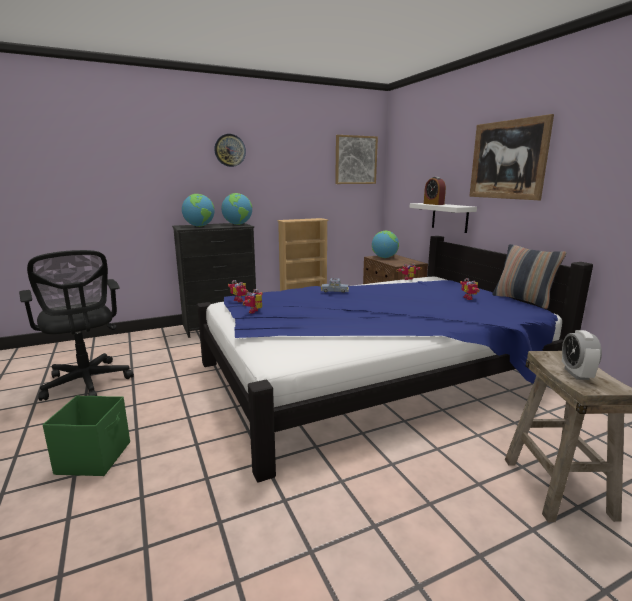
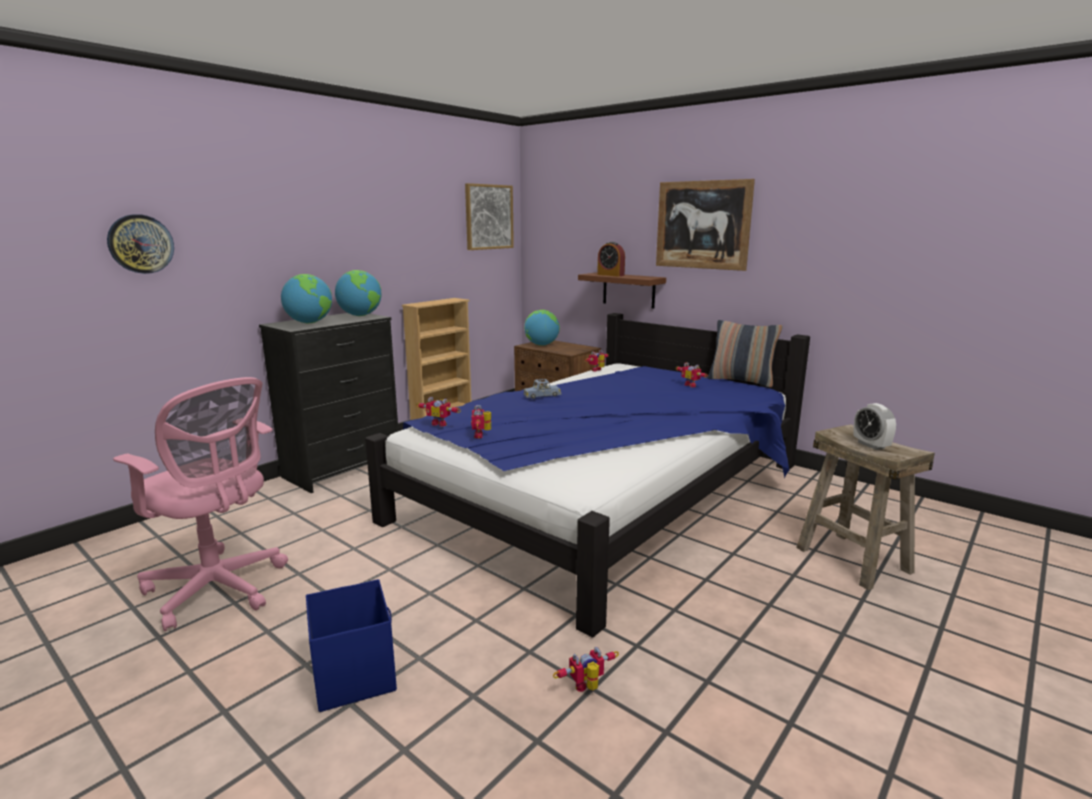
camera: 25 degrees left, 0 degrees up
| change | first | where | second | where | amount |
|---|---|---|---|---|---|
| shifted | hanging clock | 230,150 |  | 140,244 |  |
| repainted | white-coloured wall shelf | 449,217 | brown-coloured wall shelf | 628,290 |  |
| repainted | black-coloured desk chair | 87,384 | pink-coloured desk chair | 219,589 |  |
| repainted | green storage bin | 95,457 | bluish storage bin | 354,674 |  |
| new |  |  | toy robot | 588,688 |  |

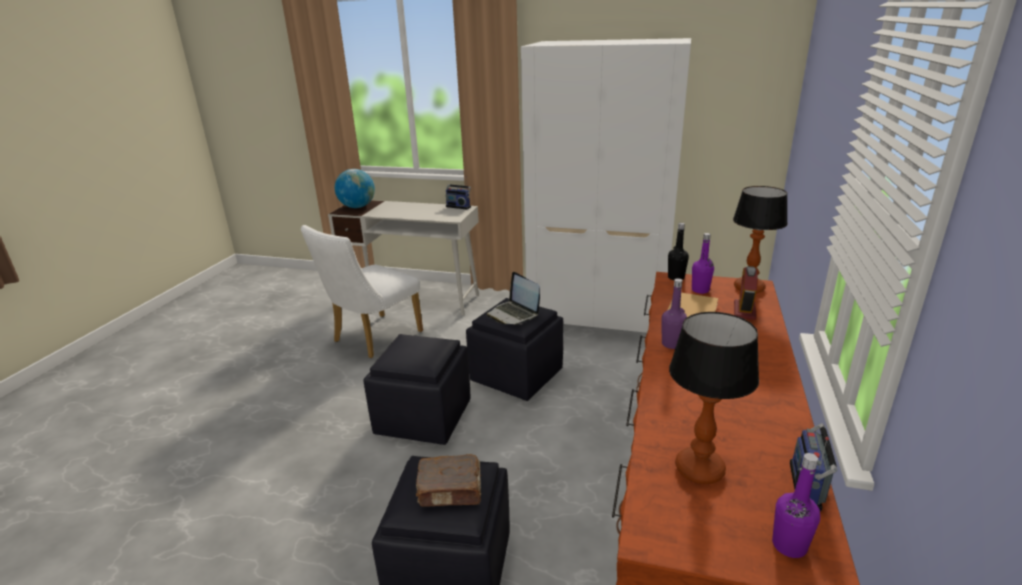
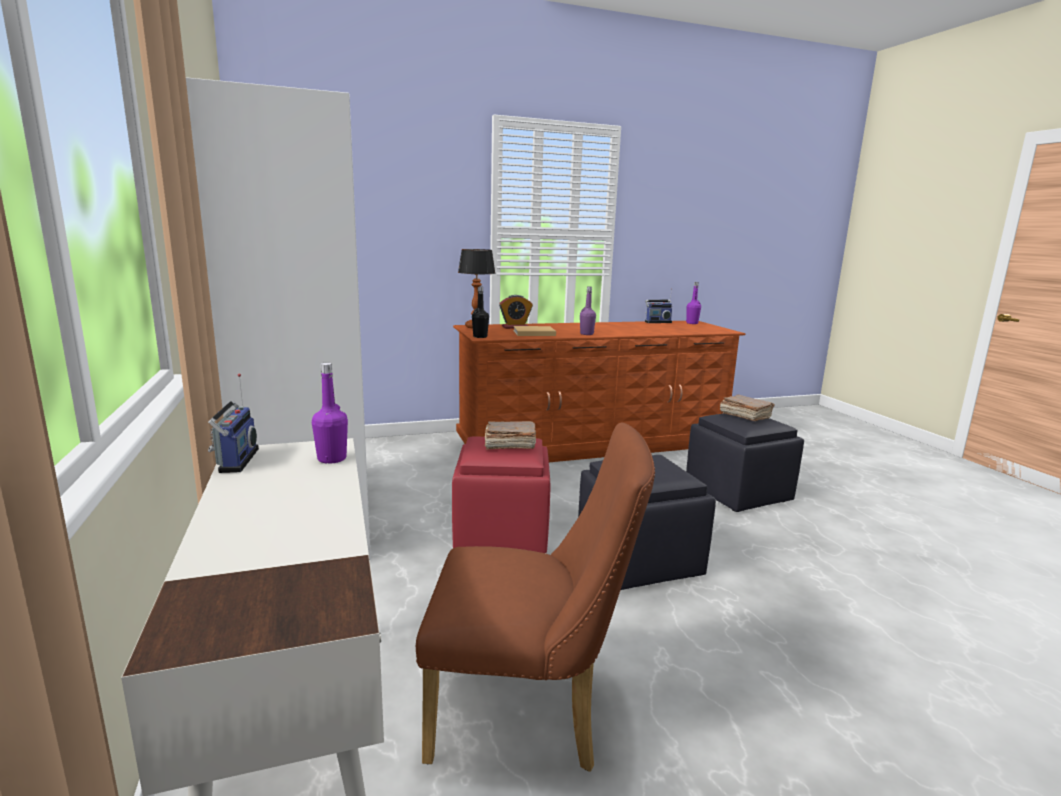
camera: 125 degrees left, 10 degrees down
| change | first | where | second | where | amount |
|---|---|---|---|---|---|
| gone | desk globe | 357,207 |  |  |  |
| repainted | white-coloured plain chair | 372,339 | brown-coloured plain chair | 530,713 |  |
| shifted | purple bottle | 700,290 |  | 332,459 |  |
| swapped | notebook computer | 513,314 | brown-coloured volume | 509,445 |  |
| repainted | black-coloured ottoman | 518,375 | reddish ottoman | 500,532 |  |
| gone | tabletop lamp | 700,470 |  |  |  |

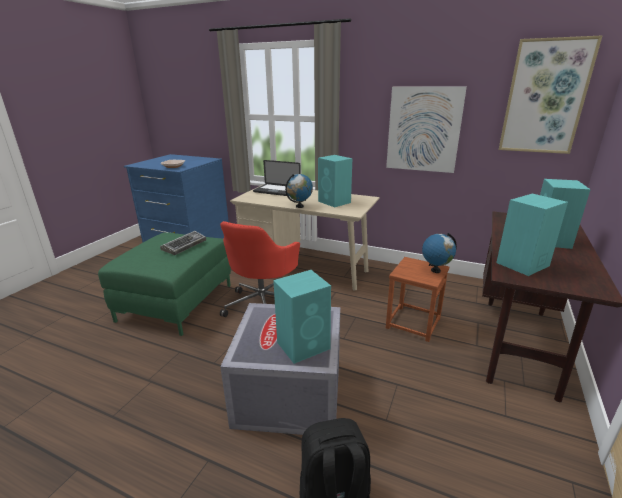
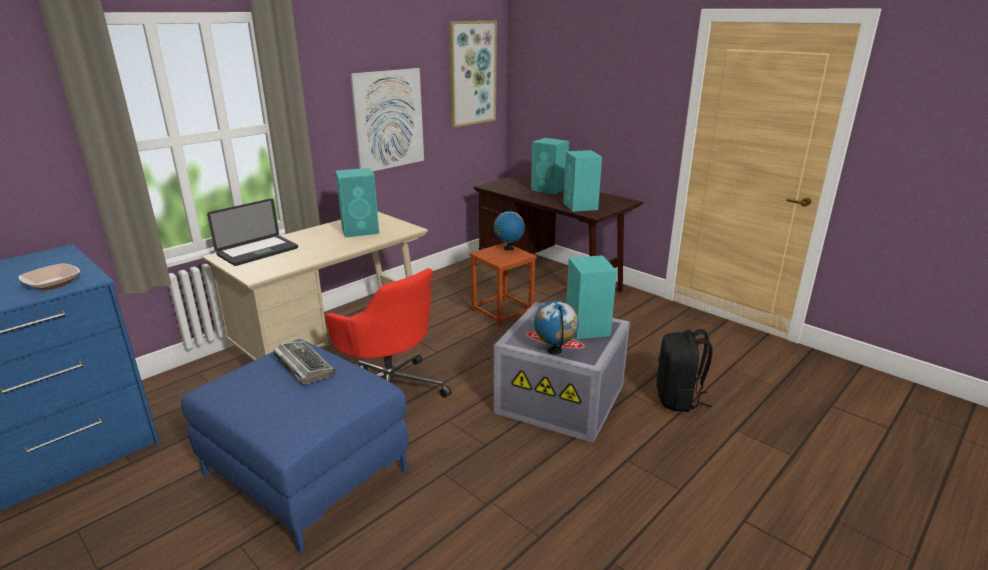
camera: 70 degrees left, 0 degrees up
| change | first | where | second | where | amount |
|---|---|---|---|---|---|
| shifted | desk globe | 299,206 |  | 555,351 |  |
| repainted | green ottoman | 176,302 | bluish ottoman | 304,472 |  |

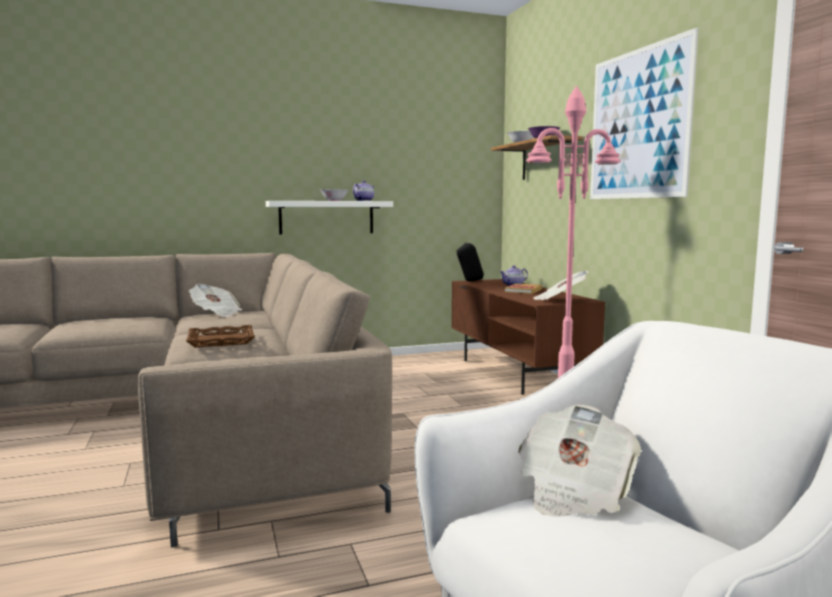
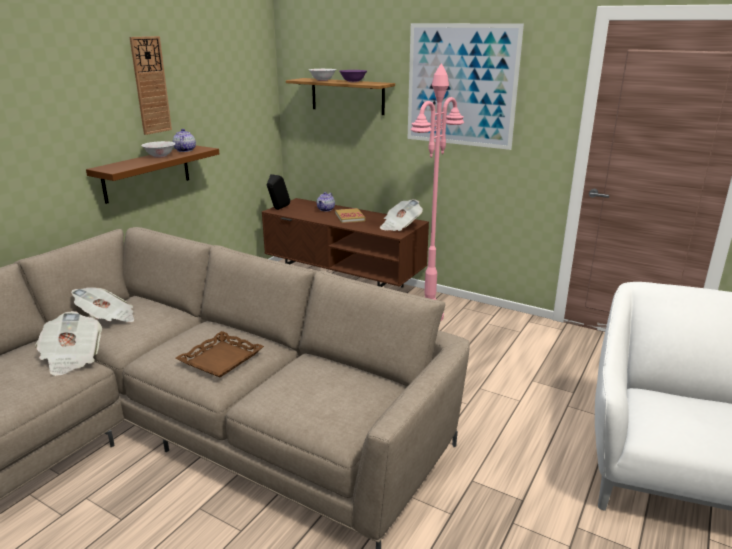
camera: 40 degrees left, 15 degrees up
| change | first | where | second | where | amount |
|---|---|---|---|---|---|
| repainted | white-coloured wall shelf | 326,217 | brown-coloured wall shelf | 147,173 |  |
| shifted | daily paper | 573,491 |  | 72,358 |  |
| new |  |  | hanging clock | 150,85 |  |

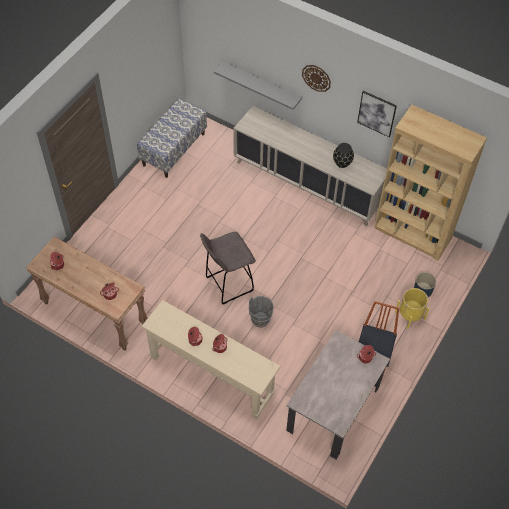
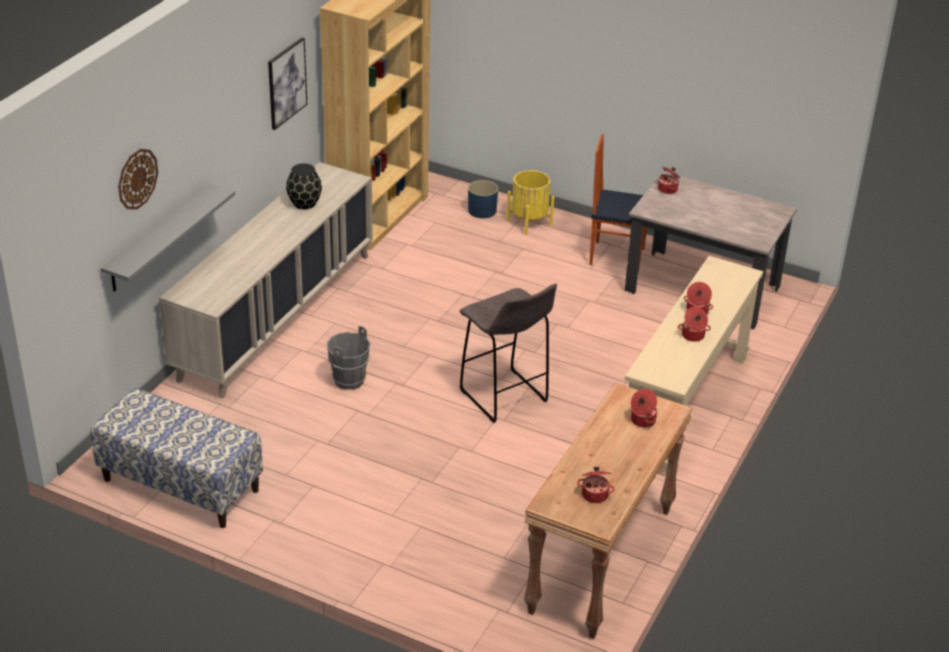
camera: 95 degrees left, 20 degrees down
| change | first | where | second | where | amount |
|---|---|---|---|---|---|
| shifted | hanging clock | 316,78 |  | 137,179 |  |
| shifted | grey pail | 260,319 |  | 349,380 |  |

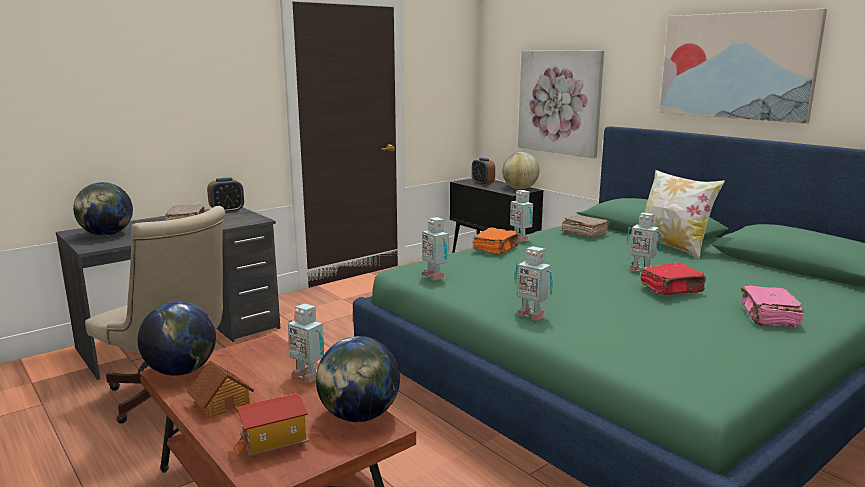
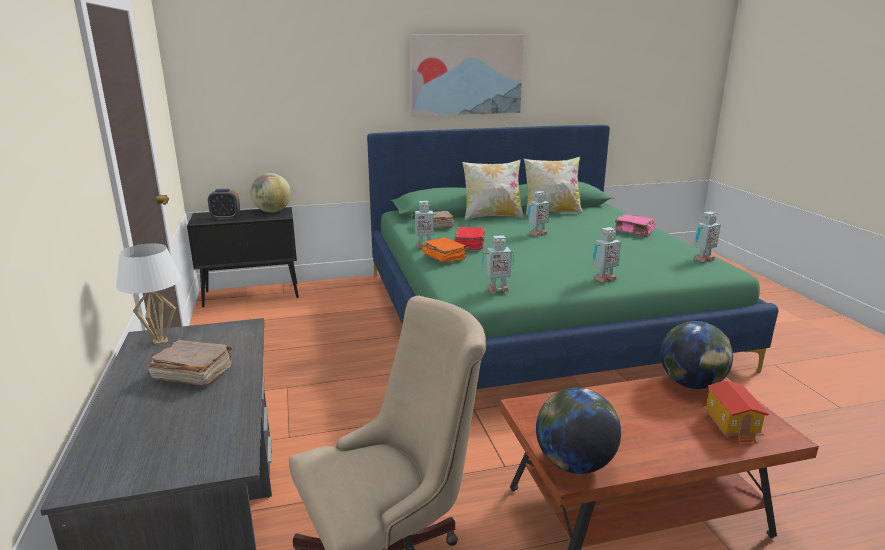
camera: 65 degrees left, 5 degrees up
| change | first | where | second | where | amount |
|---|---|---|---|---|---|
| gone | wall art | 559,102 |  |  |  |
| swapped | alarm clock | 227,211 | white-coloured tabletop lamp | 161,341 |  |
| gone | desk globe | 107,235 |  |  |  |
| shifted | reddish volume | 672,289 |  | 470,245 |  |
| shifted | toy robot | 308,375 |  | 702,259 |  |
| gone | model house | 222,403 |  |  |  |
| new |  |  | cushion | 551,212 |  |

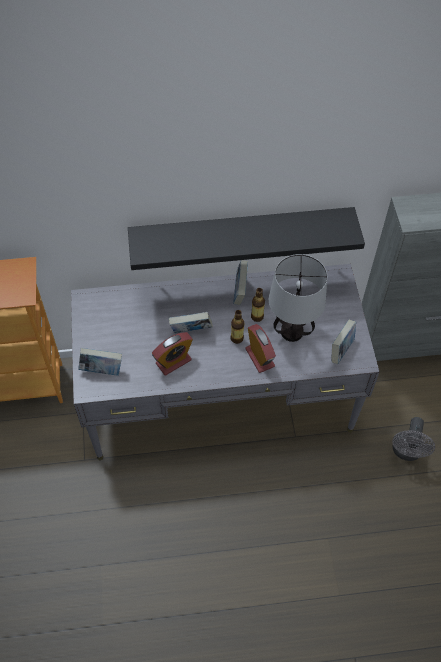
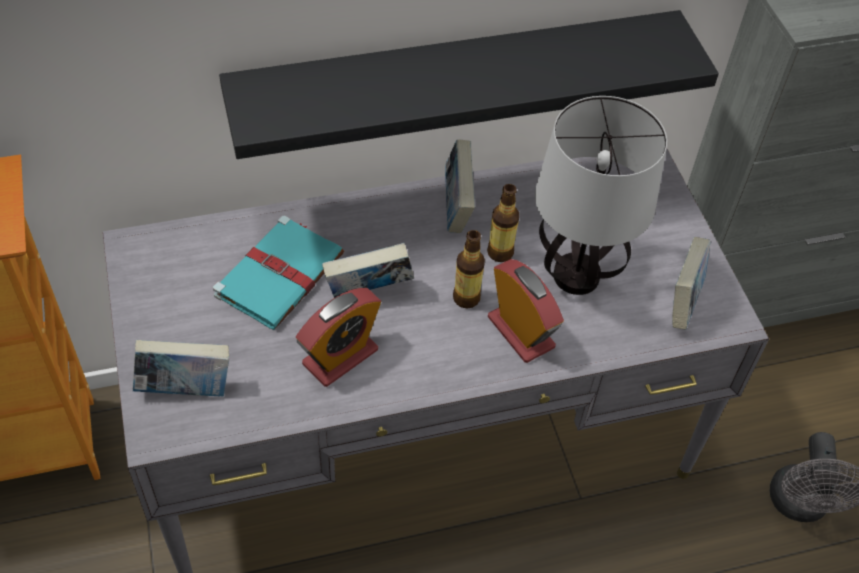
camera: 10 degrees left, 5 degrees down
| change | first | where | second | where | amount |
|---|---|---|---|---|---|
| new |  |  | turquoise-coloured volume | 281,274 |  |

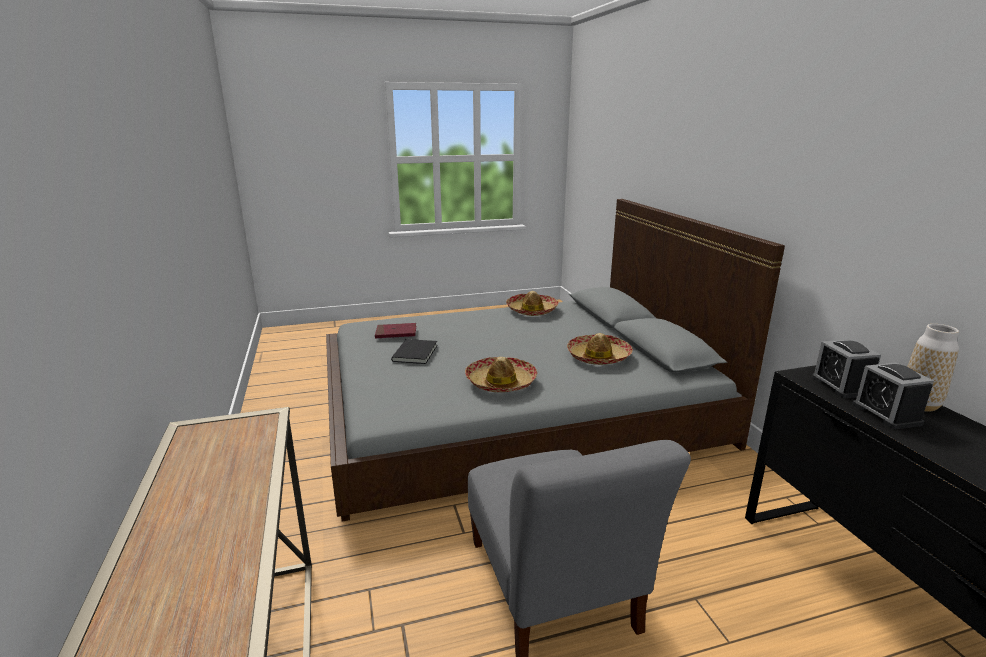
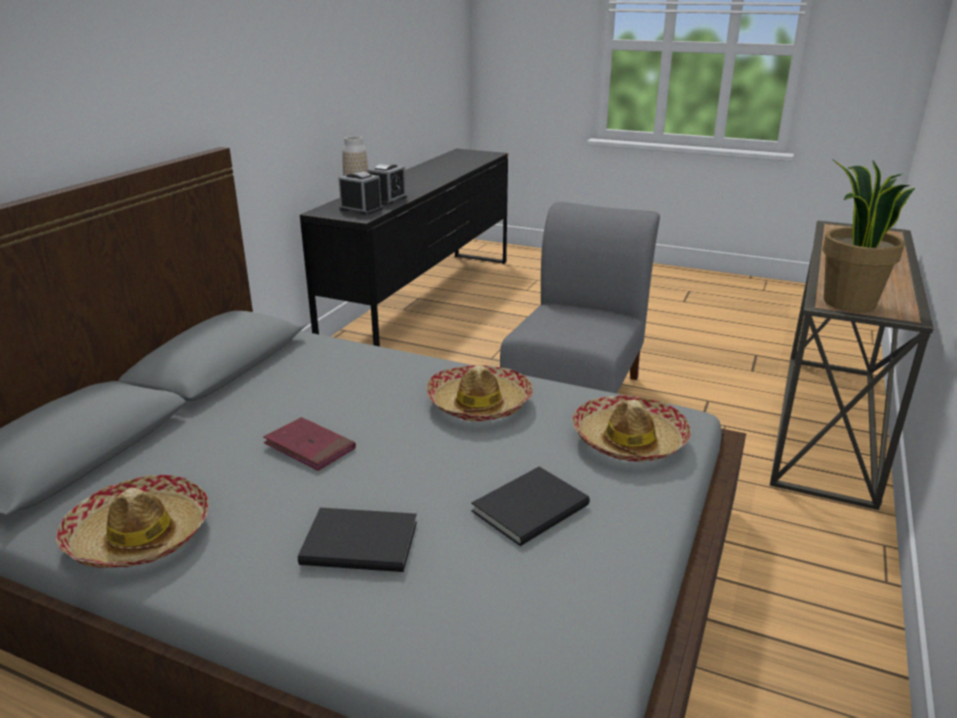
camera: 140 degrees left, 5 degrees up
| change | first | where | second | where | amount |
|---|---|---|---|---|---|
| shifted | reddish volume | 396,333 |  | 309,447 |  |
| shifted | clothing hat | 598,357 |  | 628,440 |  |
| rotated | alarm clock | 840,386 |  | 361,209 | 90 degrees counterclockwise |
| new |  |  | plant in a pot | 848,303 |  |
| new |  |  | black-coloured volume | 359,541 |  |

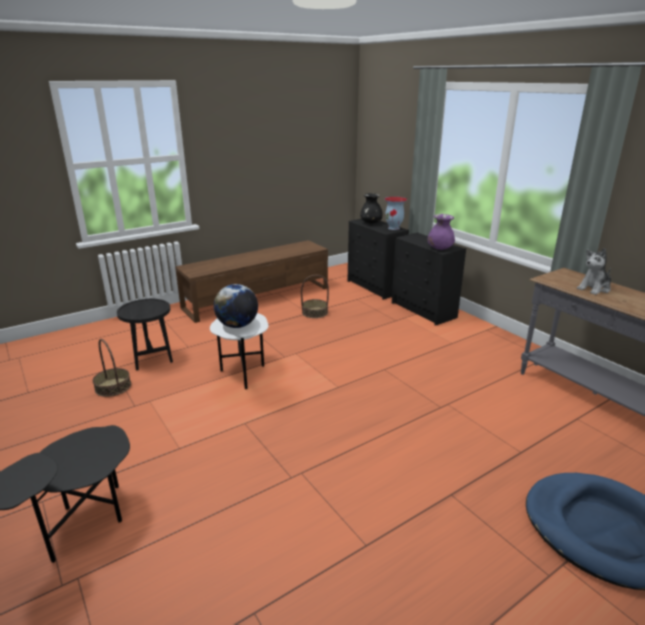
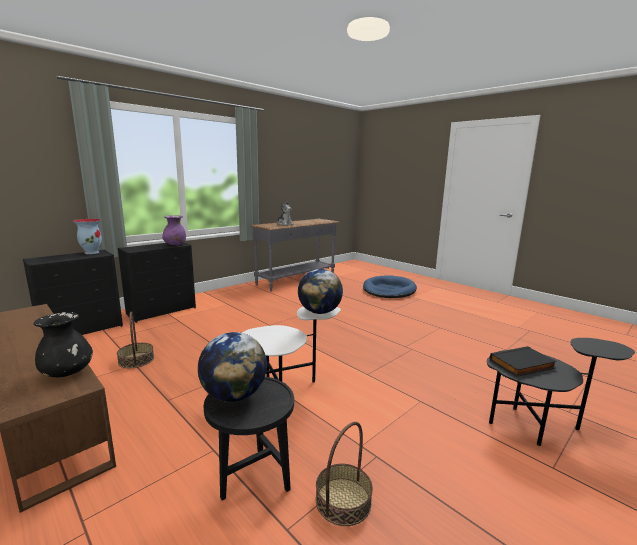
camera: 100 degrees left, 10 degrees down
| change | first | where | second | where | amount |
|---|---|---|---|---|---|
| shifted | black-coloured vase | 371,223 |  | 67,373 |  |
| new |  |  | desk globe | 234,395 |  |
| new |  |  | black-coloured volume | 522,365 |  |

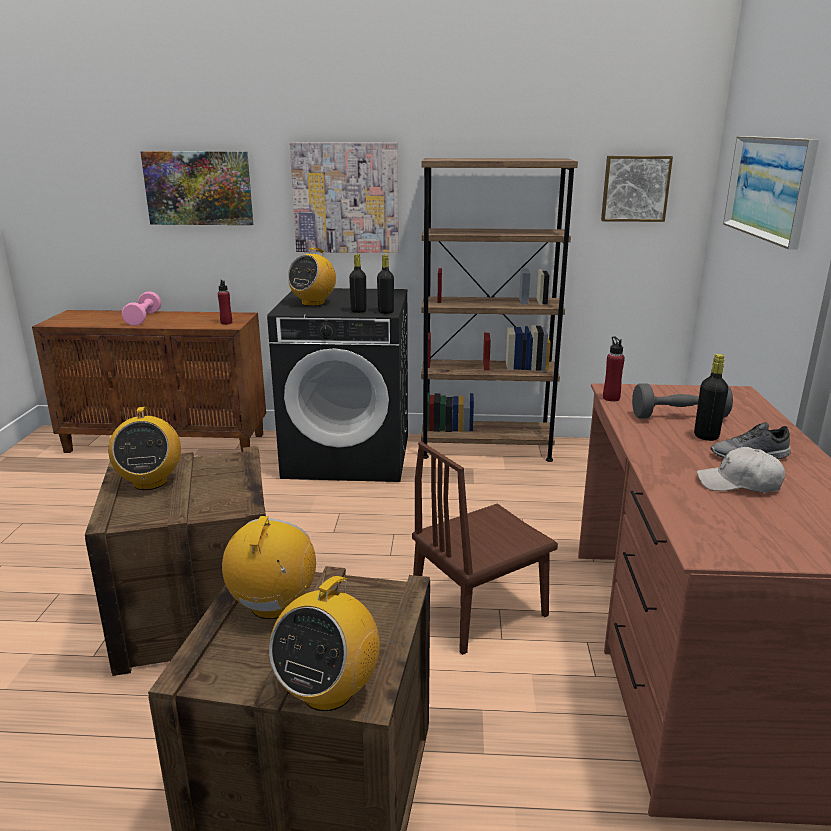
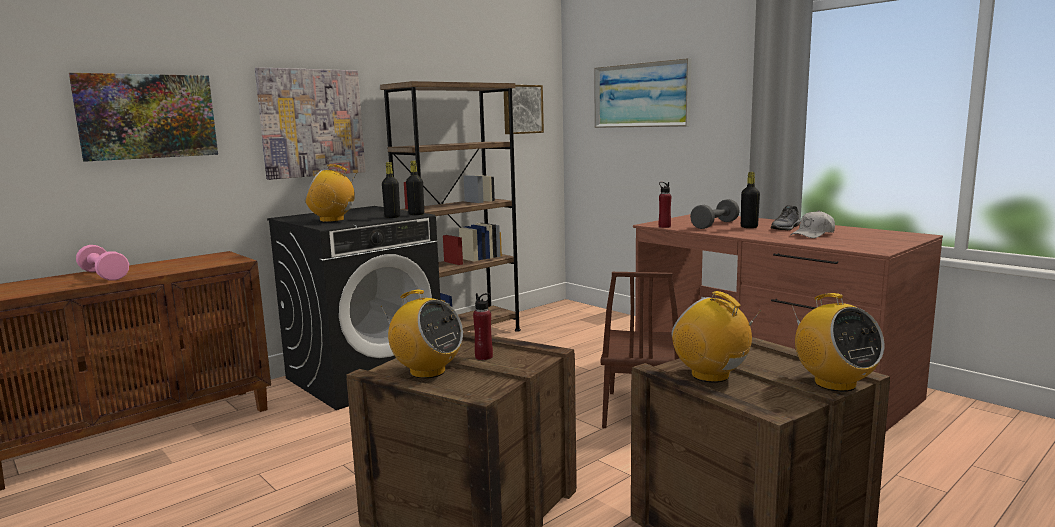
camera: 45 degrees left, 10 degrees down
| change | first | where | second | where | amount |
|---|---|---|---|---|---|
| rotated | radio | 313,303 |  | 332,220 | 105 degrees clockwise |
| shifted | reddish bottle | 226,323 |  | 484,357 |  |

